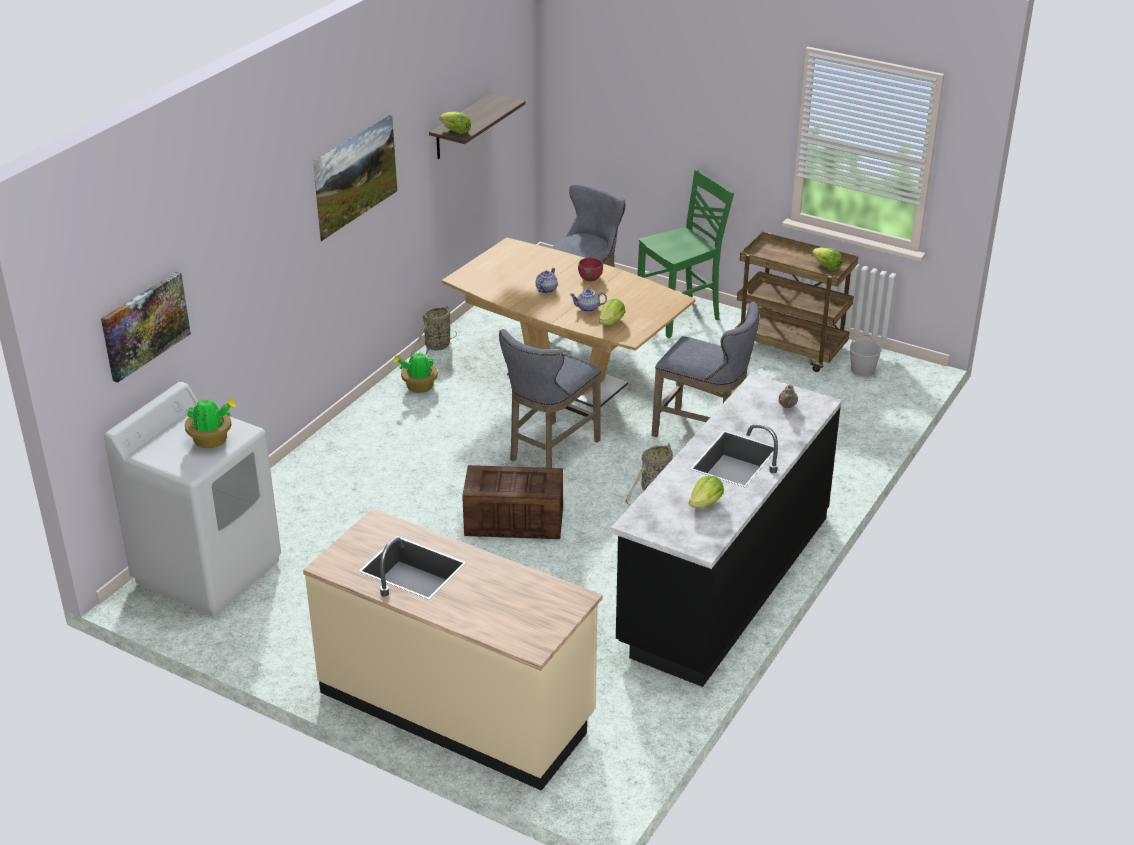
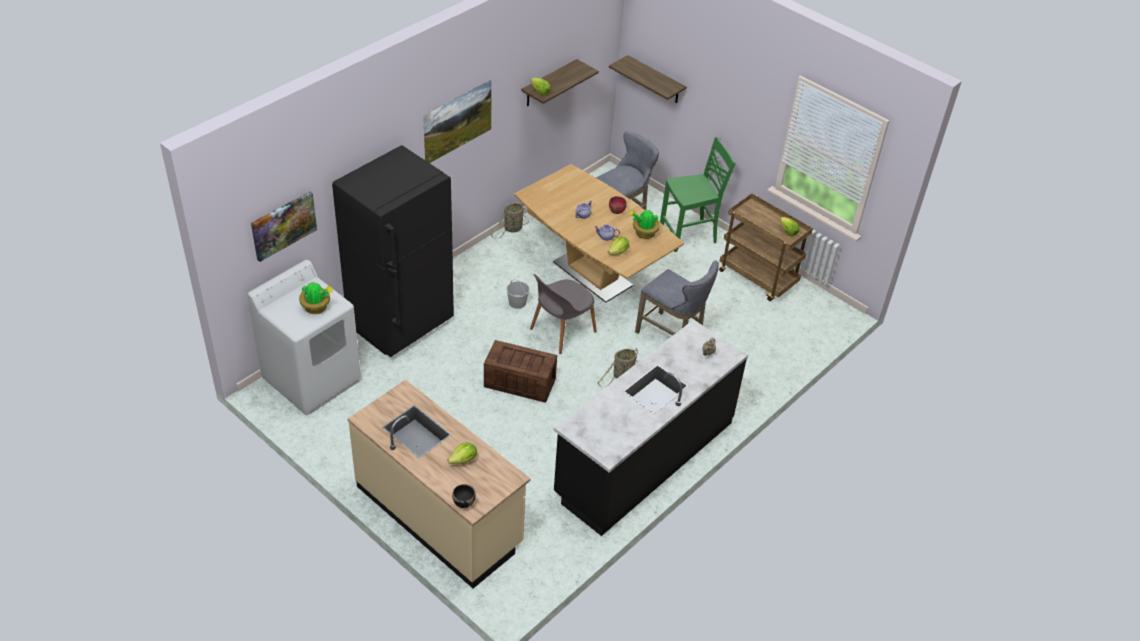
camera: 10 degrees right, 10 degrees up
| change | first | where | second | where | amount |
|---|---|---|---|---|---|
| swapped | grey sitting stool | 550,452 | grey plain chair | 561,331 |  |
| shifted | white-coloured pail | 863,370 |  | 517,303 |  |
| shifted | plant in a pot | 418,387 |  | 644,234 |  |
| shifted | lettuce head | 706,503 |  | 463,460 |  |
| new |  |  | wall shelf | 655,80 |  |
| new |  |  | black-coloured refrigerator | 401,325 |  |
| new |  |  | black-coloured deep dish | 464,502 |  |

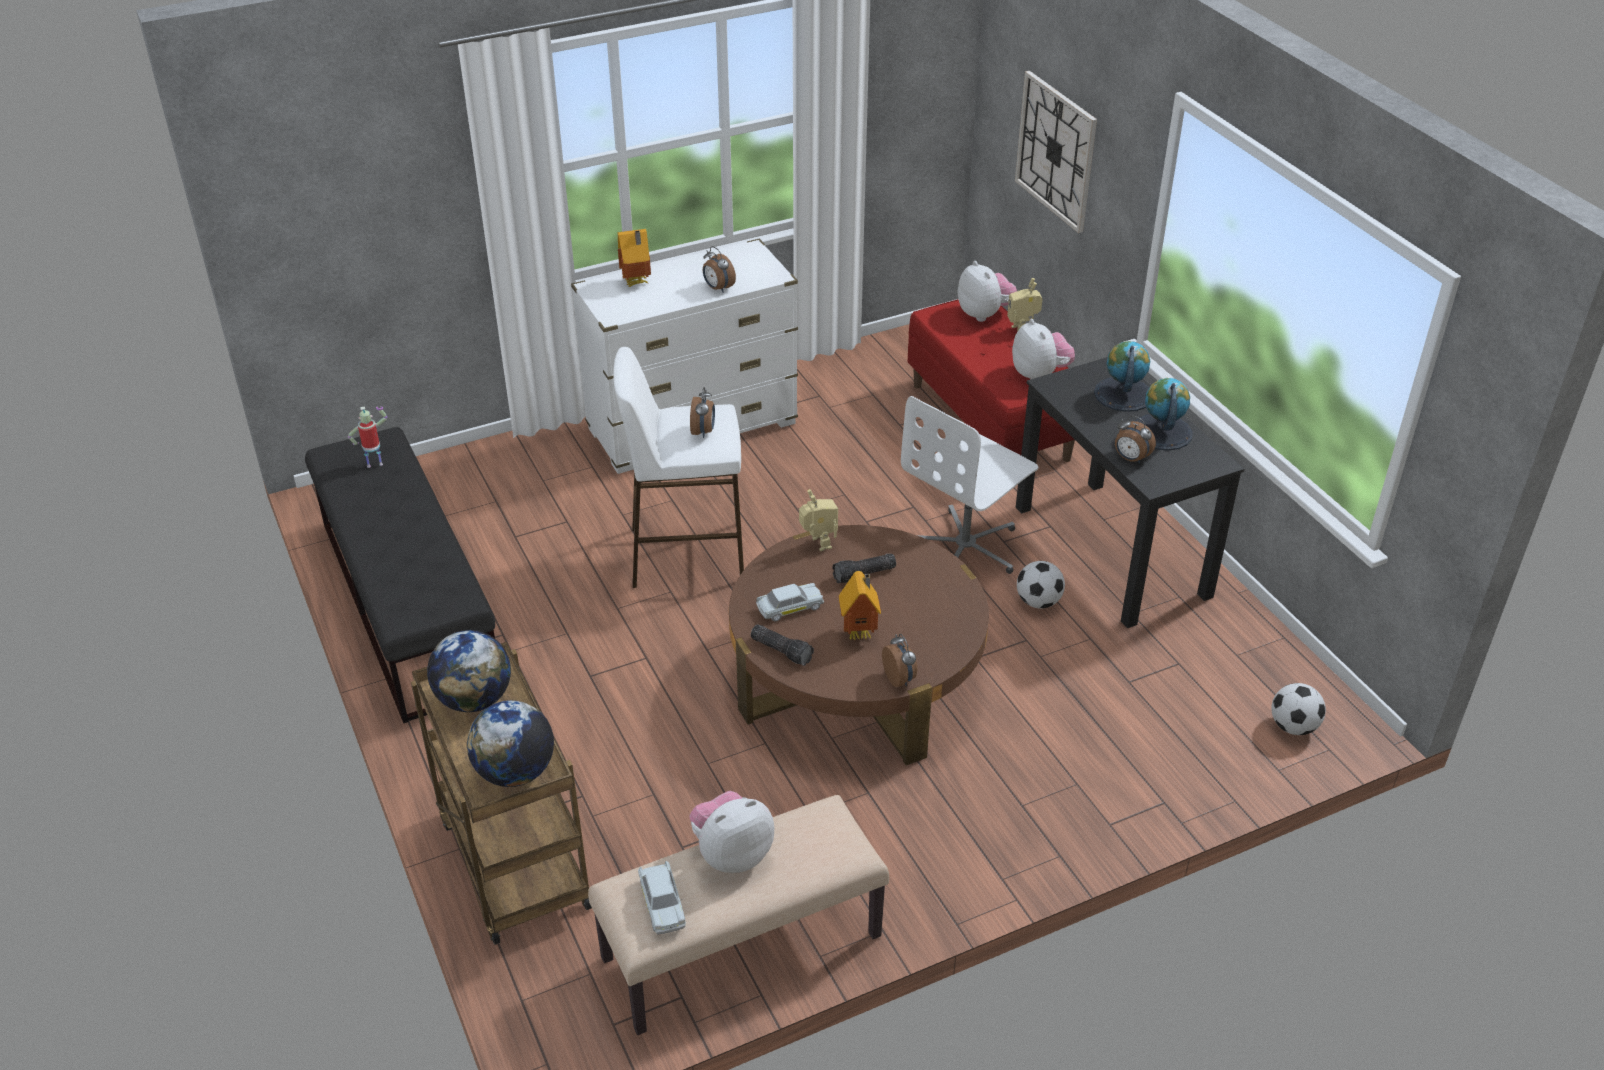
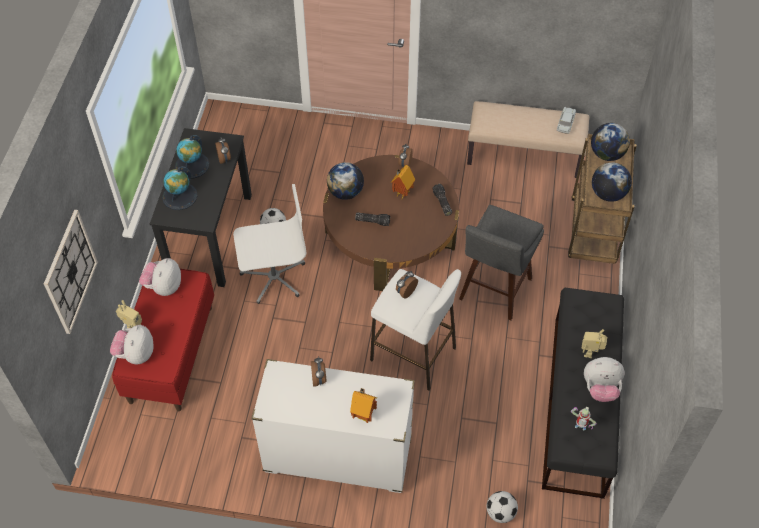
camera: 145 degrees left, 15 degrees up
| change | first | where | second | where | amount |
|---|---|---|---|---|---|
| shifted | toy robot | 818,544 |  | 591,352 |  |
| gone | white-coloured model car | 790,608 |  |  |  |
| shifted | ball for football | 1293,726 |  | 500,513 |  |
| shifted | soft toy | 731,854 |  | 600,388 |  |
| new |  |  | desk globe | 345,192 |  |
| new |  |  | grey sitting stool | 494,292 |  |

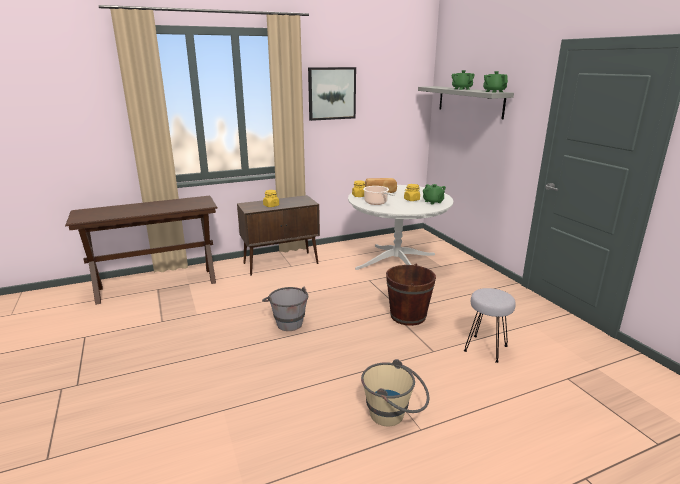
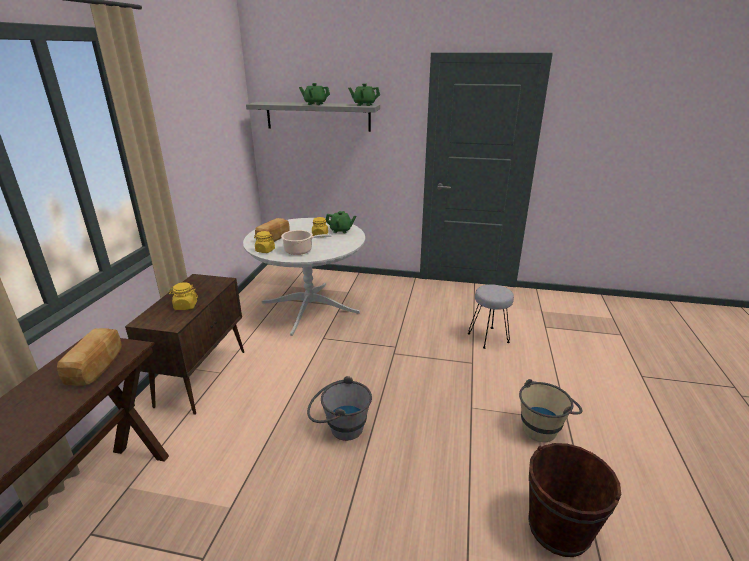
camera: 55 degrees left, 5 degrees up
| change | first | where | second | where | amount |
|---|---|---|---|---|---|
| gone | wall art | 331,93 |  |  |  |
| shifted | brown-coloured pail | 408,316 |  | 558,529 |  |
| new |  |  | bakery bread | 97,367 |  |

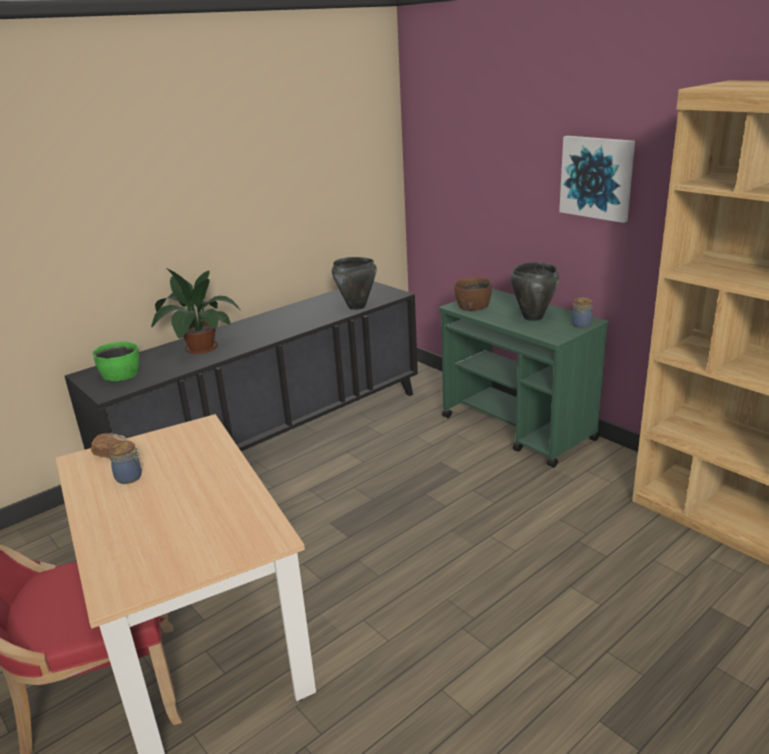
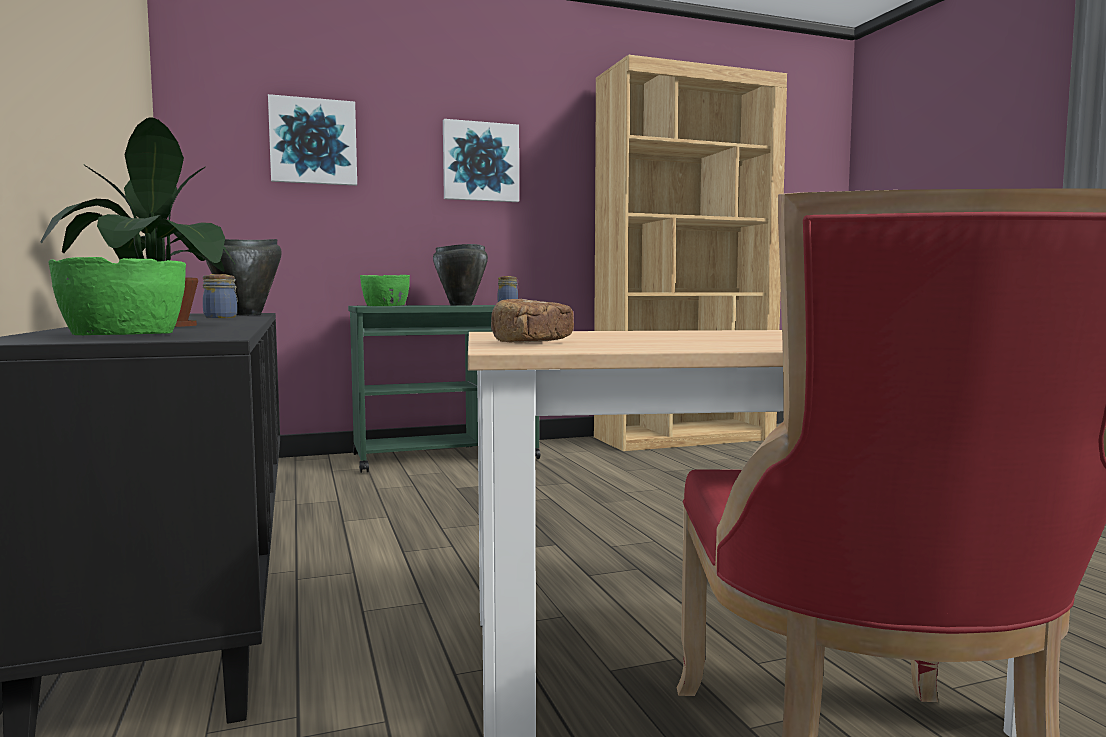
camera: 70 degrees left, 20 degrees down
| change | first | where | second | where | amount |
|---|---|---|---|---|---|
| repainted | brown-coloured deep dish | 472,306 | green deep dish | 385,306 |  |
| shifted | preserve jar | 130,477 |  | 222,317 |  |
| new |  |  | wall art | 313,142 |  |

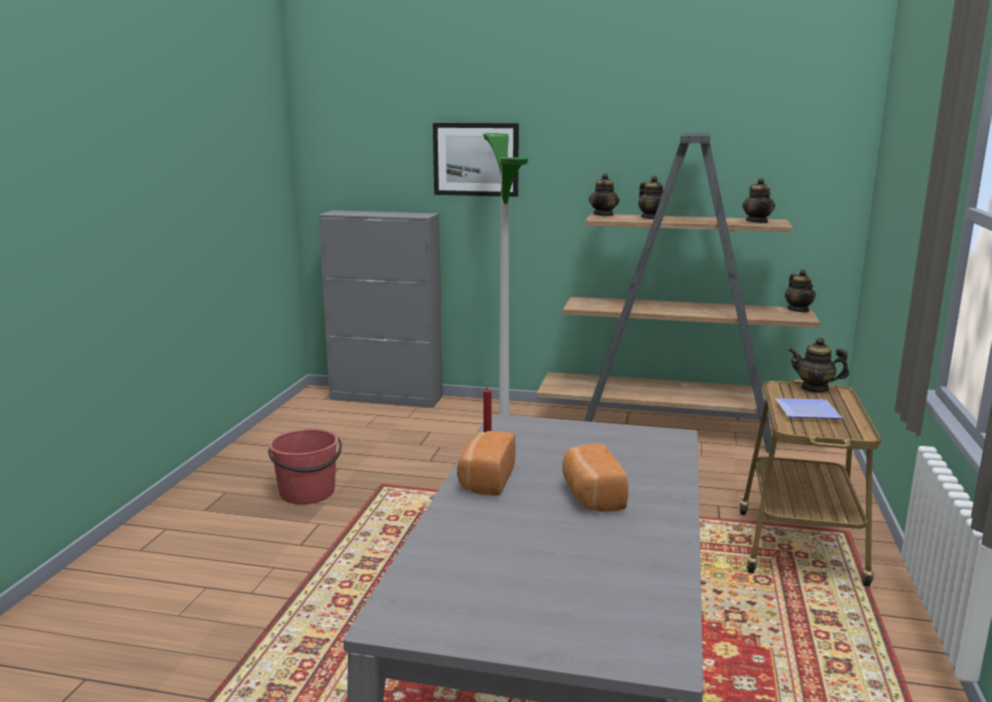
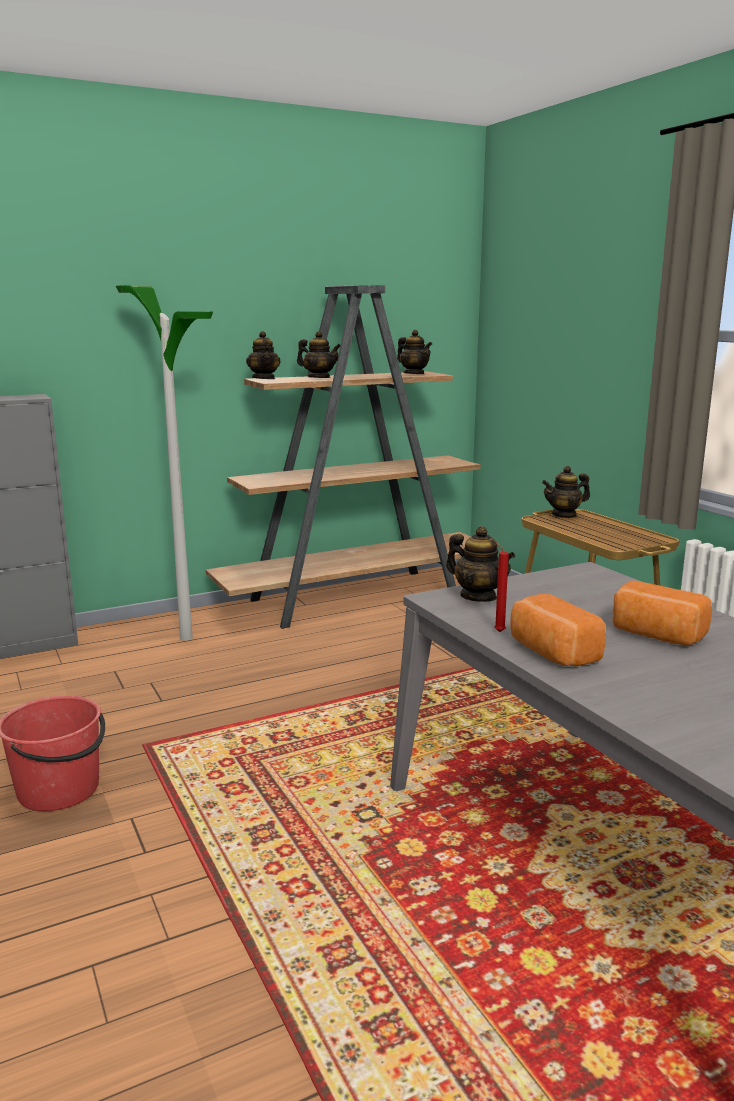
camera: 40 degrees left, 0 degrees up
| change | first | where | second | where | amount |
|---|---|---|---|---|---|
| gone | wall art | 476,159 |  |  |  |
| shifted | tea pot | 798,310 |  | 478,597 |  |
| gone | plate | 804,411 |  |  |  |

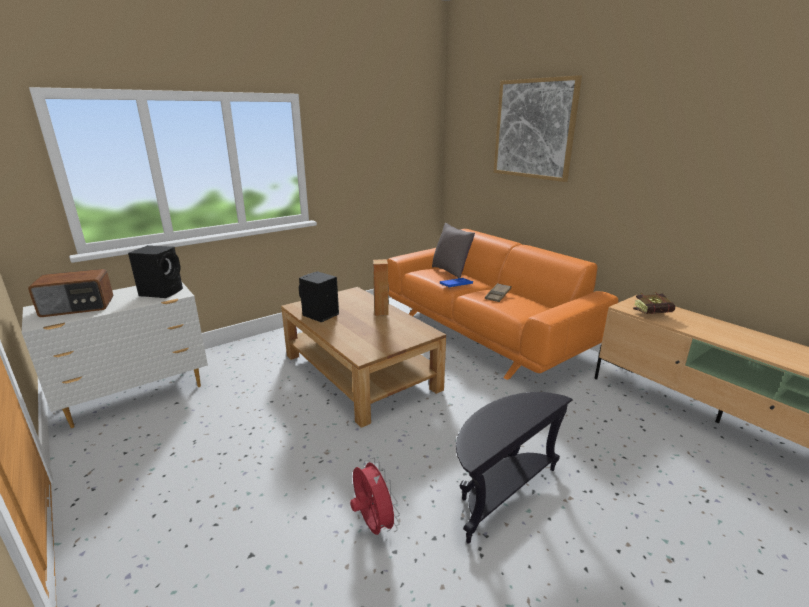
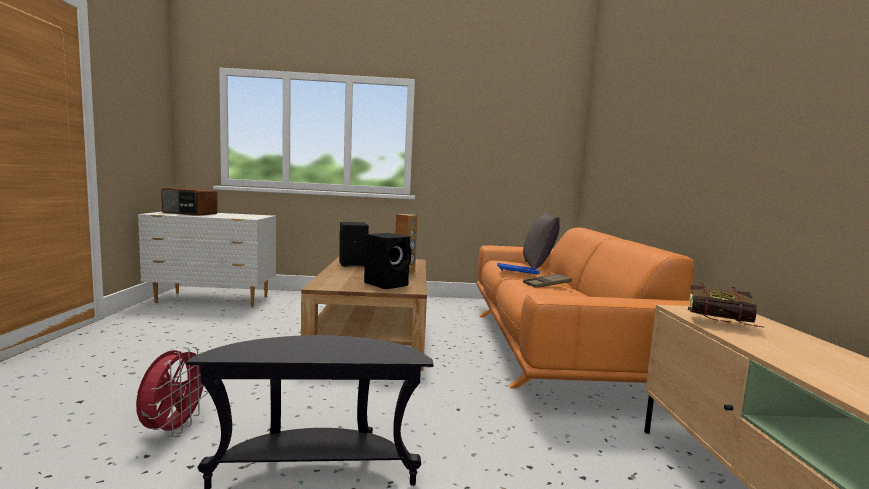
camera: 35 degrees right, 15 degrees down
| change | first | where | second | where | amount |
|---|---|---|---|---|---|
| gone | wall art | 534,129 |  |  |  |
| shifted | black-coloured loudspeaker | 162,292 |  | 387,284 |  |

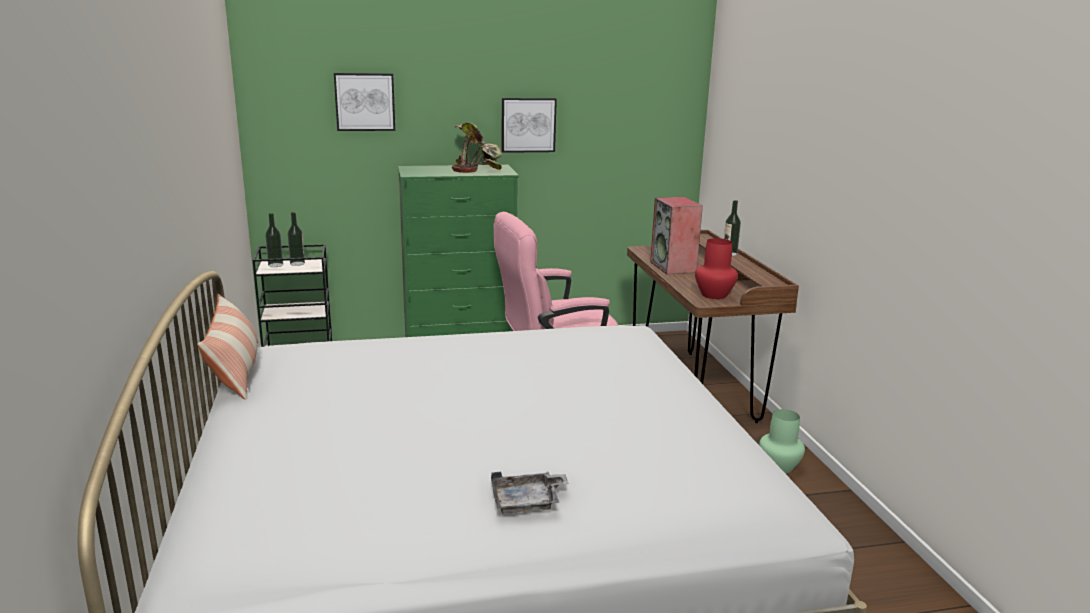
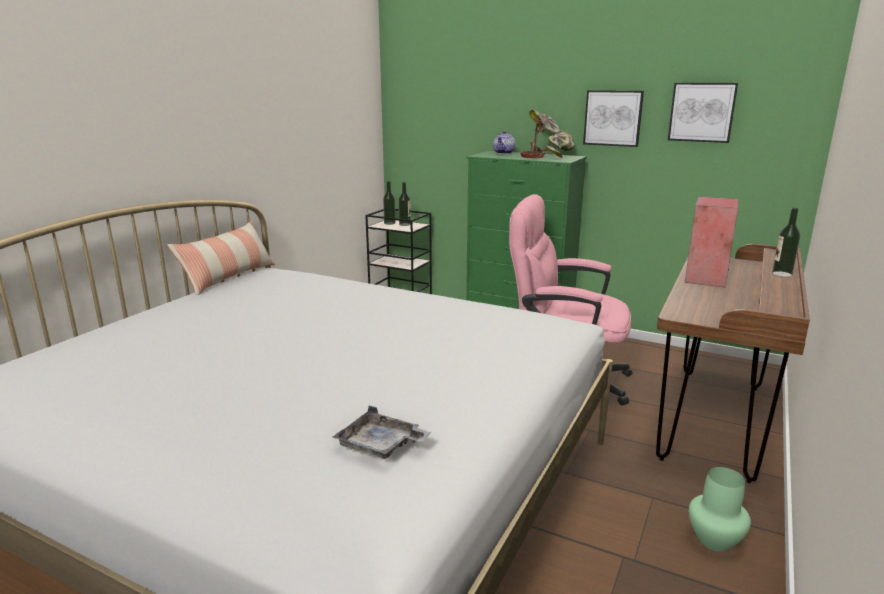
camera: 40 degrees right, 0 degrees up
| change | first | where | second | where | amount |
|---|---|---|---|---|---|
| shifted | wall art | 365,102 |  | 702,112 |  |
| gone | reddish vase | 713,295 |  |  |  |
| shifted | grey serving tray | 527,502 |  | 380,445 |  |
| new |  |  | tea pot | 504,153 |  |

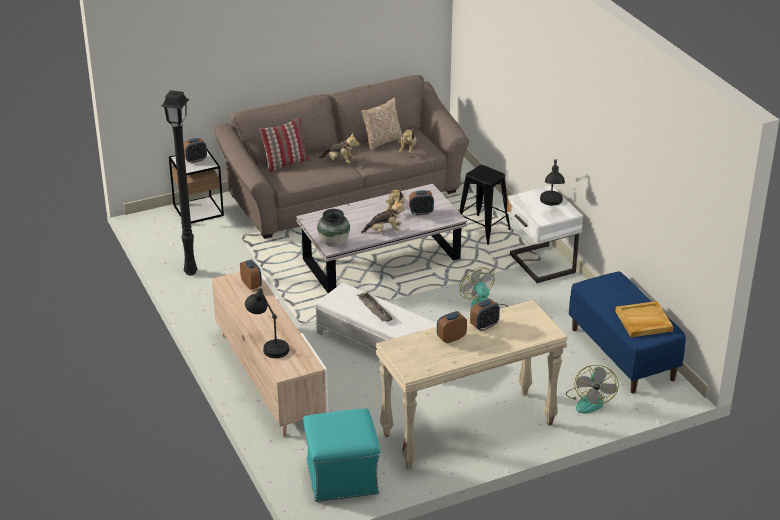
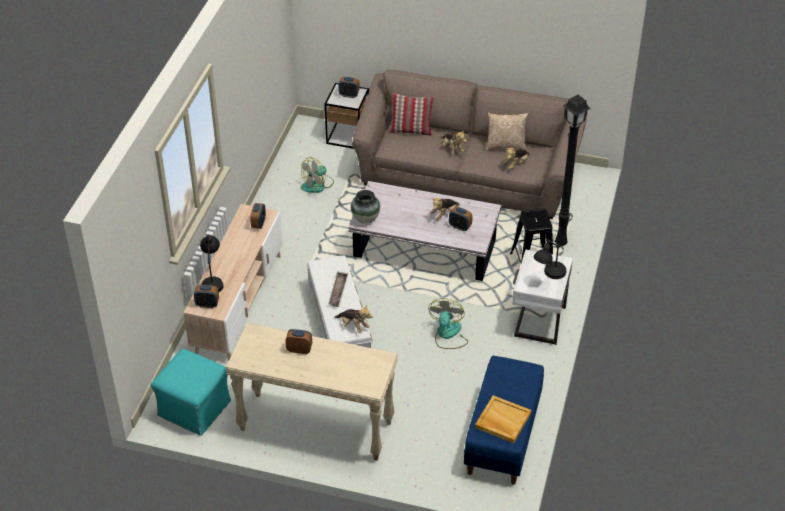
camera: 40 degrees right, 10 degrees up
| change | first | where | second | where | amount |
|---|---|---|---|---|---|
| shifted | black-coloured floor lamp | 189,272 |  | 559,243 |  |
| shifted | soft toy | 384,231 |  | 353,326 |  |
| shifted | alarm clock | 484,326 |  | 207,304 |  |
| shifted | electric fan | 589,400 |  | 317,185 |  |

